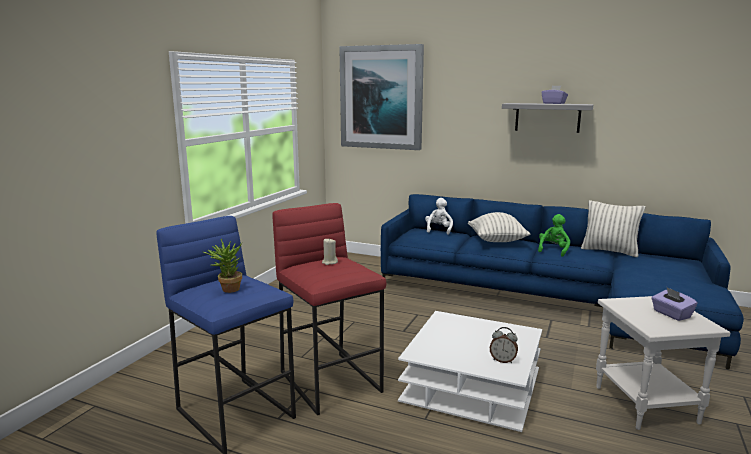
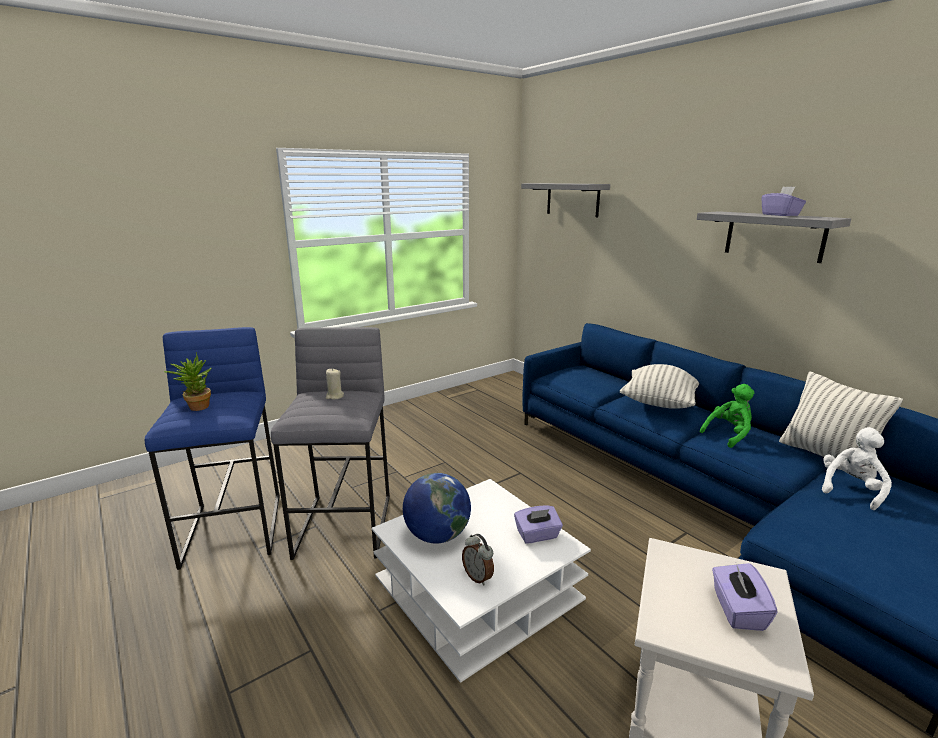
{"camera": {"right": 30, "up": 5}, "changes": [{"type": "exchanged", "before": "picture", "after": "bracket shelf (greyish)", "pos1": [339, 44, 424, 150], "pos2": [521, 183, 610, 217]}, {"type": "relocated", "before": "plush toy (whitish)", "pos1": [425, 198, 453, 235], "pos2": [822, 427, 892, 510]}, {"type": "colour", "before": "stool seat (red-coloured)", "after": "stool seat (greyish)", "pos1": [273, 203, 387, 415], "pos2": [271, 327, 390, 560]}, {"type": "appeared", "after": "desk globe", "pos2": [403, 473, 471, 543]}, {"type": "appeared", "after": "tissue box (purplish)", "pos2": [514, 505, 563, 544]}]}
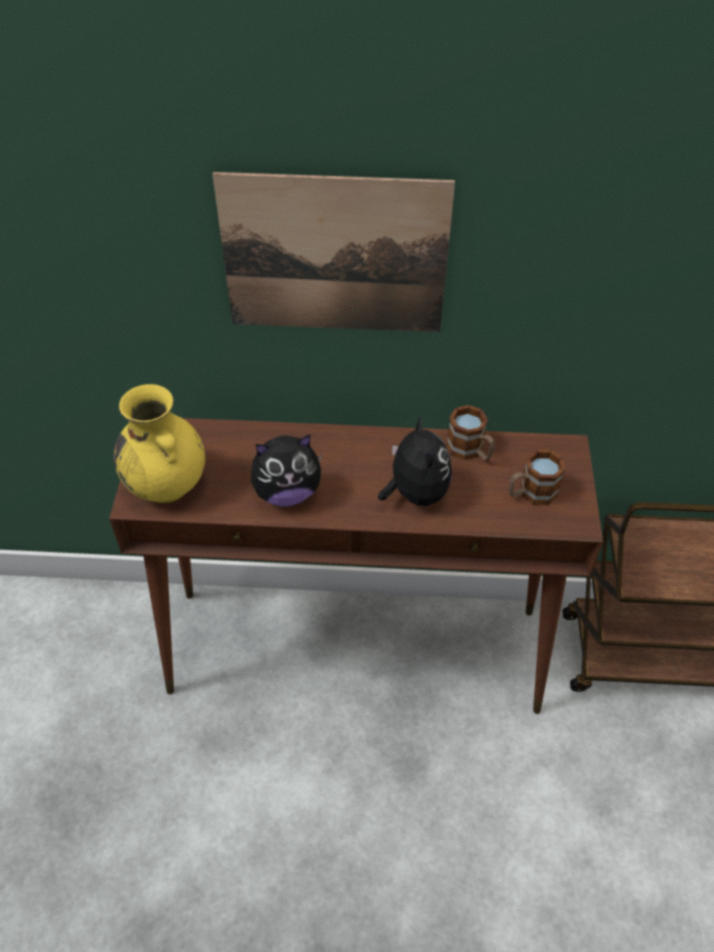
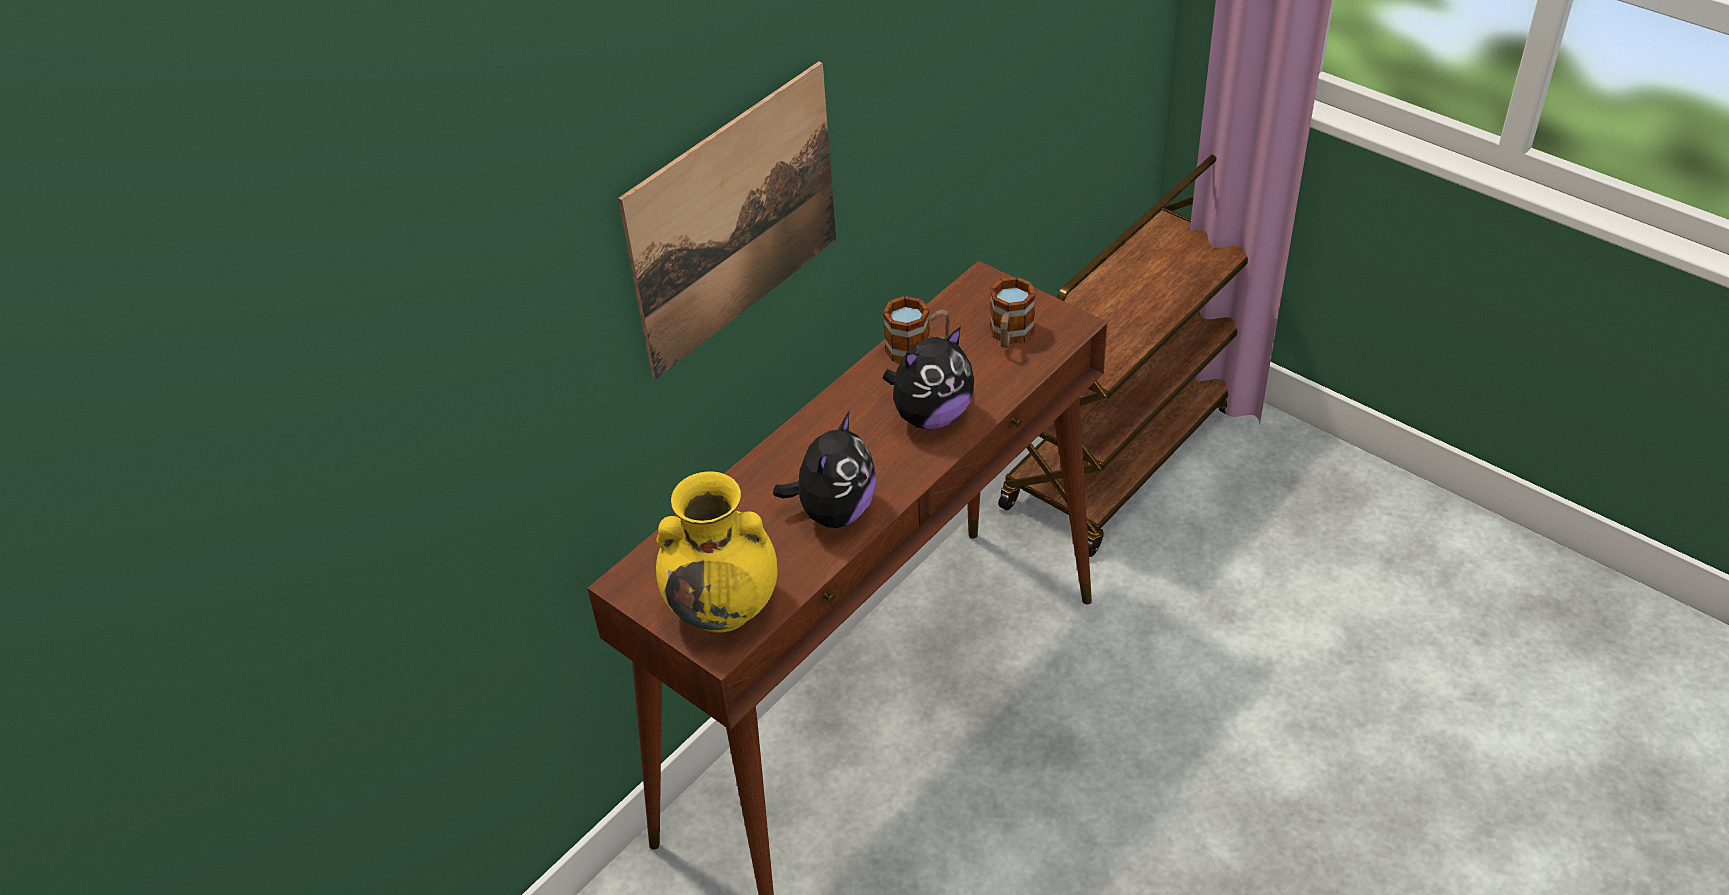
{"camera": {"right": -50, "up": -5}, "changes": [{"type": "spun", "before": "plush toy", "pos1": [378, 414, 452, 506], "pos2": [883, 326, 974, 429], "turn": 120}]}
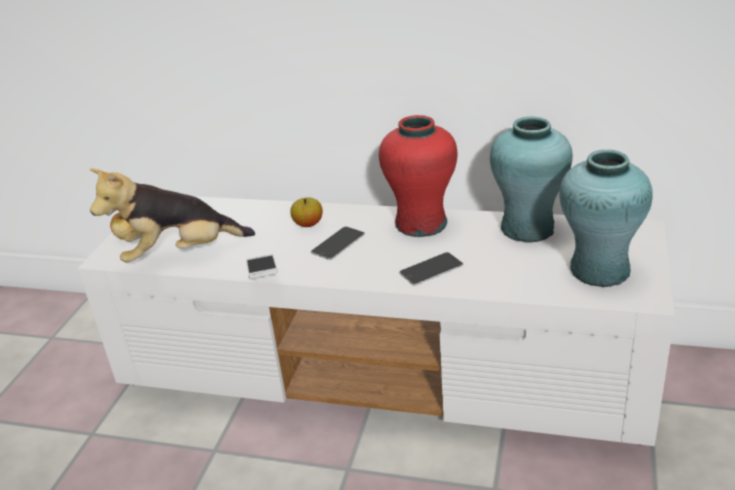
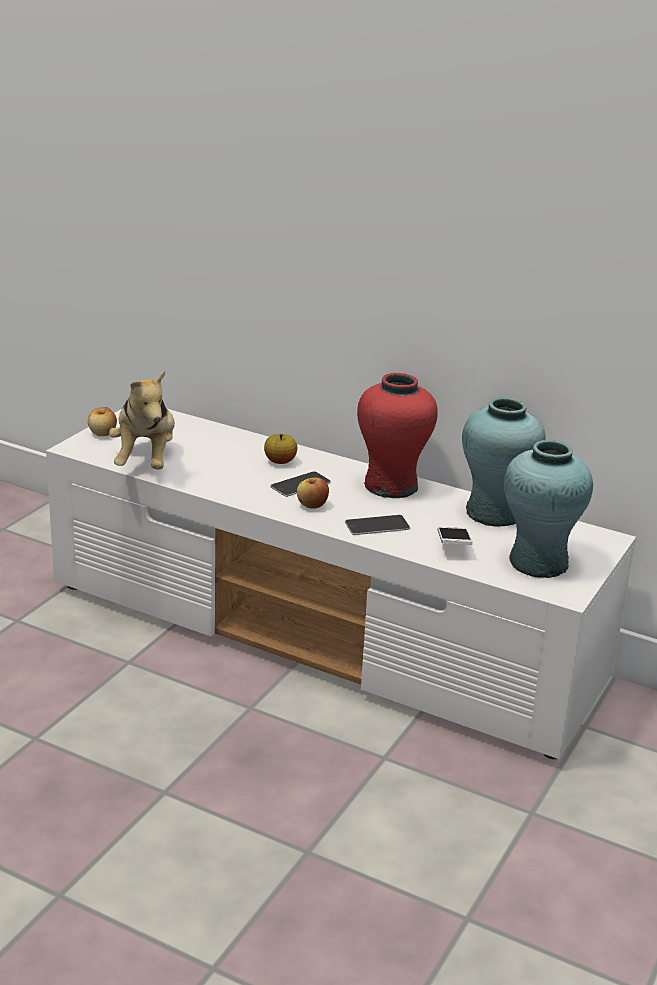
{"camera": {"right": 10, "up": -5}, "changes": [{"type": "spun", "before": "plush toy", "pos1": [90, 169, 255, 263], "pos2": [109, 371, 175, 470], "turn": -90}, {"type": "relocated", "before": "handset", "pos1": [246, 254, 278, 278], "pos2": [438, 527, 472, 545]}, {"type": "appeared", "after": "apple", "pos2": [297, 478, 329, 509]}]}
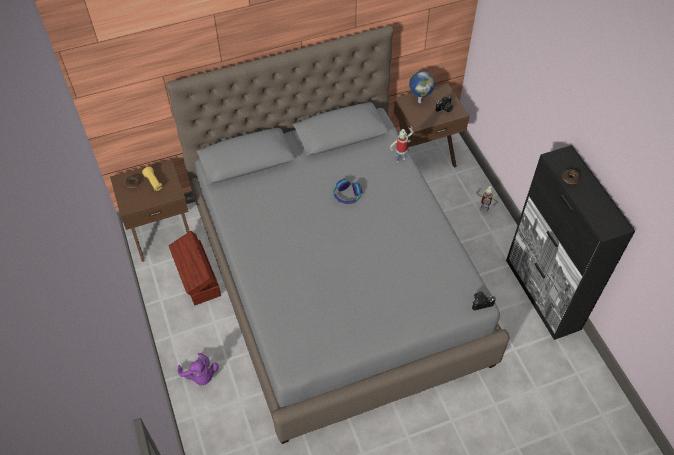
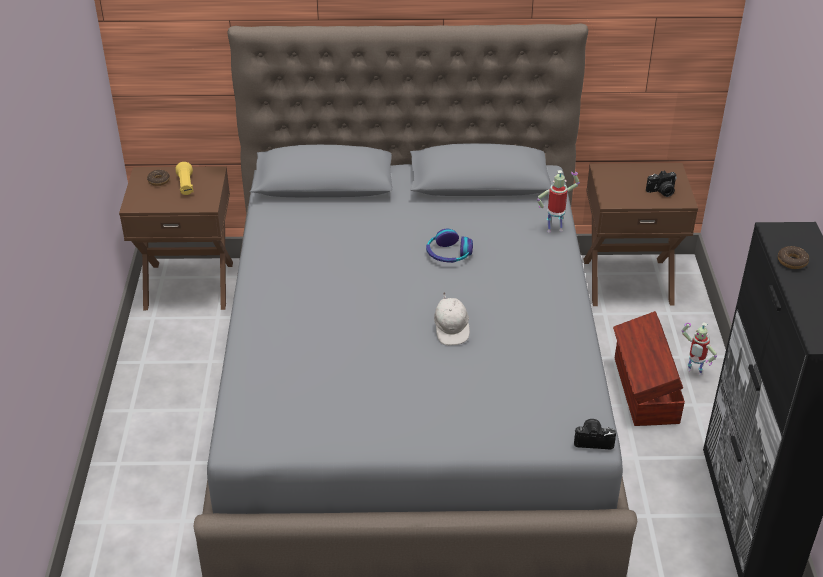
{"camera": {"right": 20, "up": -15}, "changes": [{"type": "missing", "before": "desk globe", "pos1": [409, 71, 435, 103]}, {"type": "relocated", "before": "storage container (brown)", "pos1": [169, 231, 221, 305], "pos2": [613, 311, 685, 426]}, {"type": "missing", "before": "plush toy (purplish)", "pos1": [178, 353, 219, 385]}, {"type": "appeared", "after": "peaked cap (whitish)", "pos2": [434, 292, 470, 346]}]}
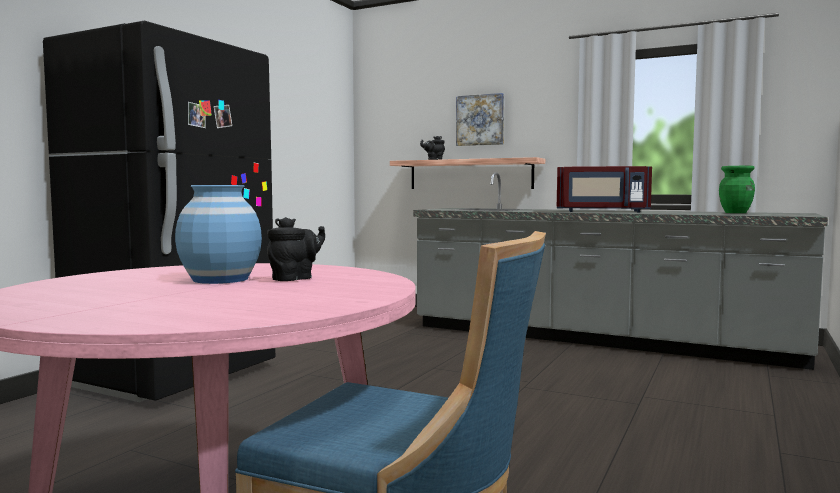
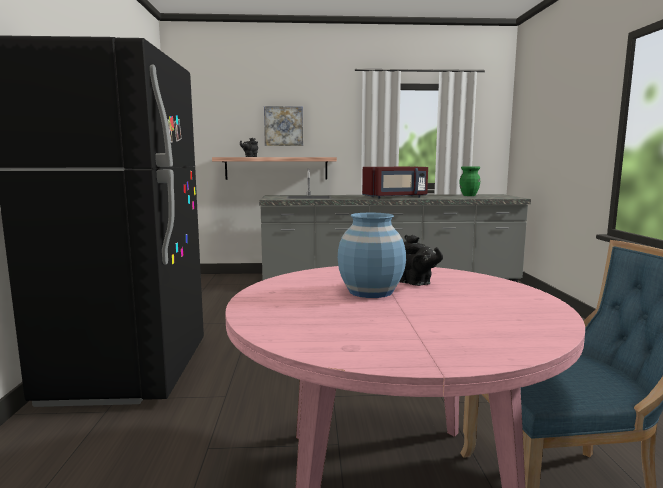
{"camera": {"right": -30, "up": 5}, "changes": [{"type": "spun", "before": "tea pot (black)", "pos1": [267, 217, 325, 281], "pos2": [399, 235, 443, 286], "turn": 120}]}
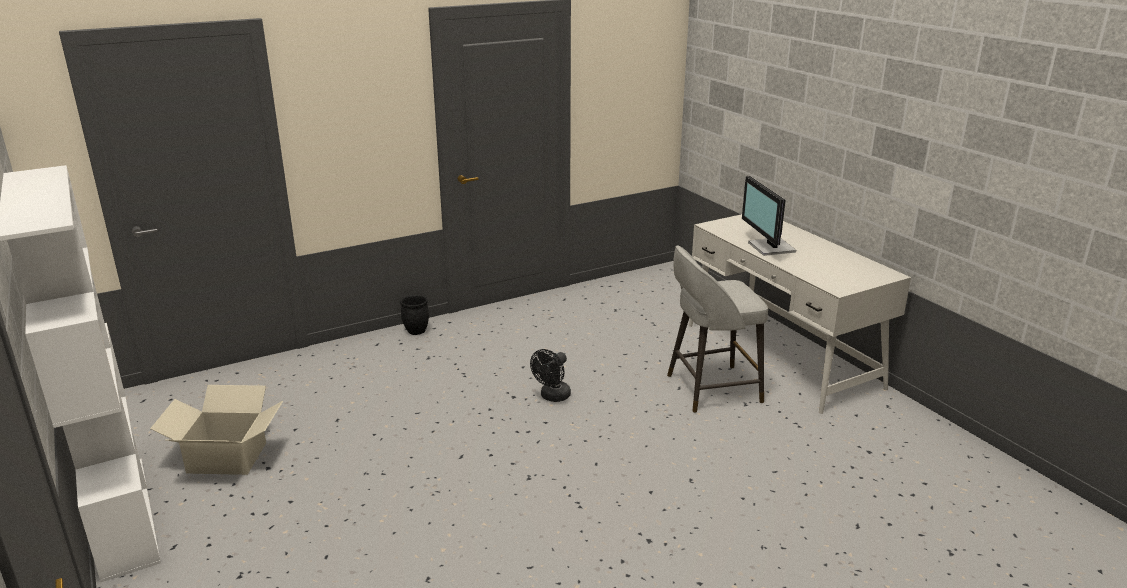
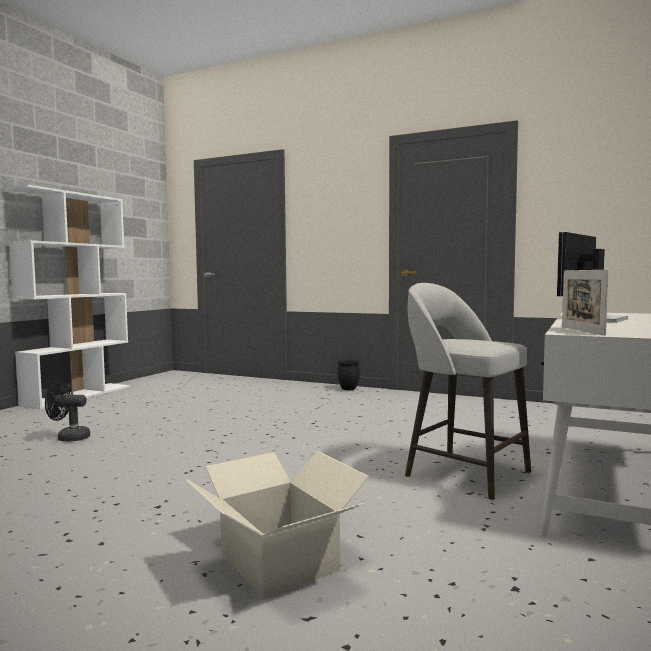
{"camera": {"right": 55, "up": -20}, "changes": [{"type": "relocated", "before": "fan (black)", "pos1": [530, 349, 571, 402], "pos2": [45, 382, 90, 441]}, {"type": "relocated", "before": "carton", "pos1": [150, 385, 283, 475], "pos2": [185, 451, 369, 598]}, {"type": "appeared", "after": "standing frame", "pos2": [562, 270, 609, 336]}]}
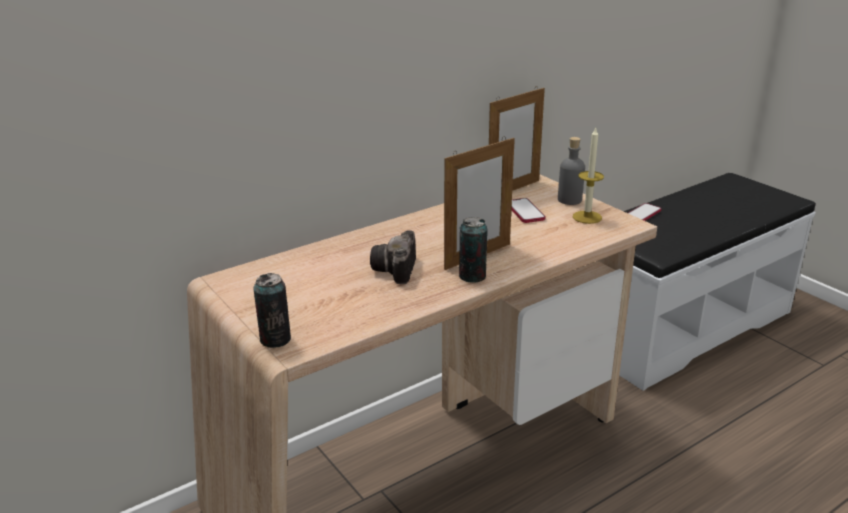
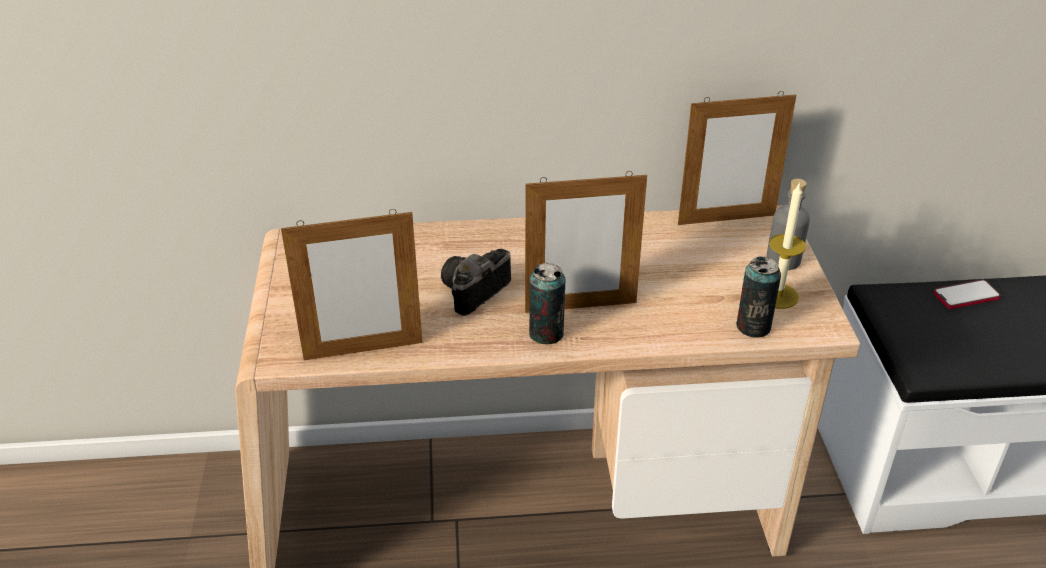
{"camera": {"right": 30, "up": 10}, "changes": [{"type": "missing", "before": "handset", "pos1": [511, 198, 546, 223]}, {"type": "relocated", "before": "sealed can", "pos1": [253, 273, 291, 348], "pos2": [736, 257, 781, 338]}, {"type": "appeared", "after": "standing frame", "pos2": [281, 209, 422, 360]}]}
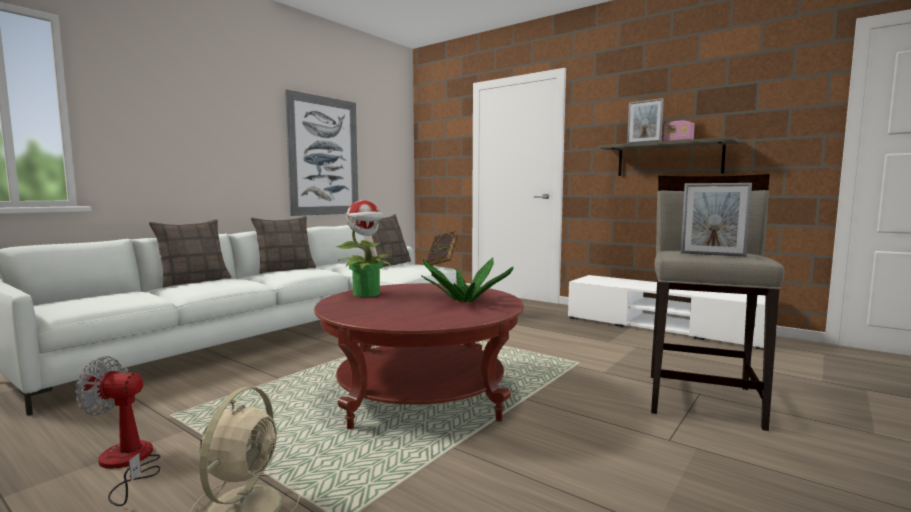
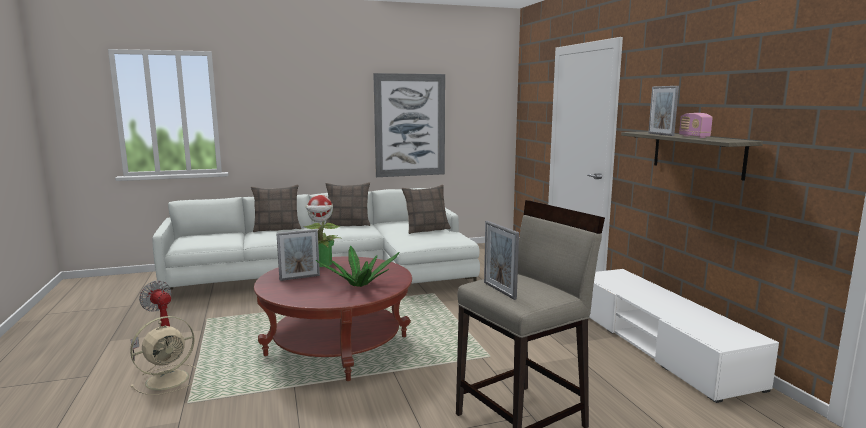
{"camera": {"right": 35, "up": 5}, "changes": [{"type": "missing", "before": "volume", "pos1": [427, 231, 458, 265]}, {"type": "appeared", "after": "standing frame", "pos2": [276, 229, 320, 281]}]}
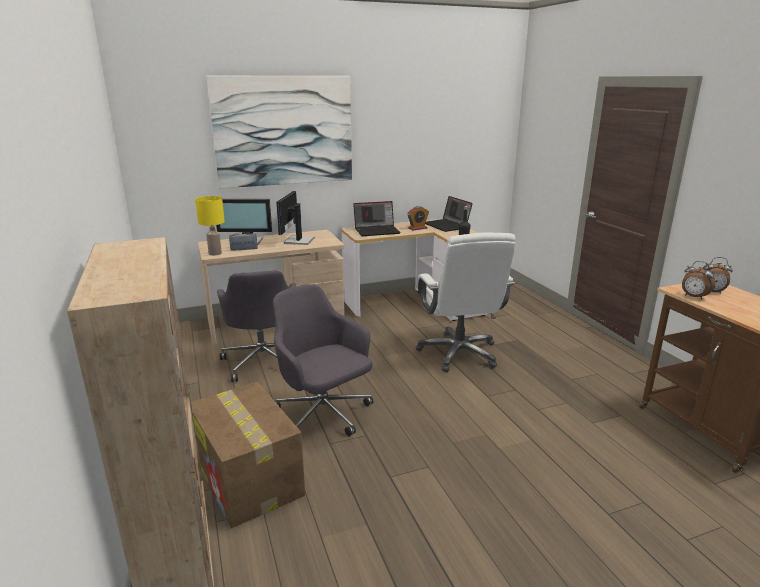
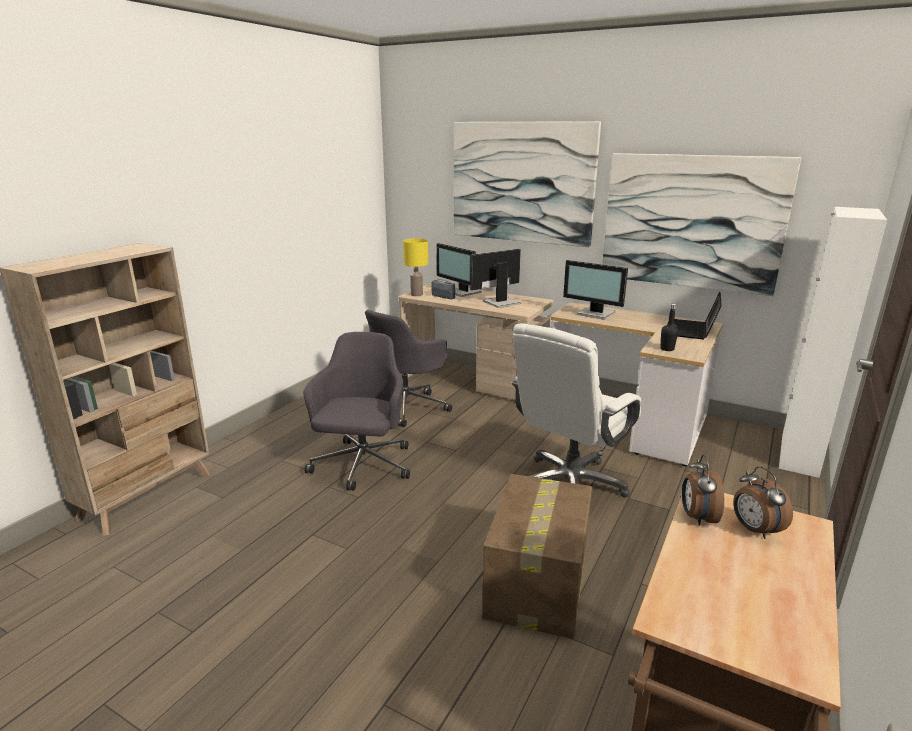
{"camera": {"right": 50, "up": 0}, "changes": [{"type": "exchanged", "before": "notebook computer", "after": "computer screen", "pos1": [353, 201, 401, 236], "pos2": [563, 260, 628, 320]}, {"type": "missing", "before": "alarm clock", "pos1": [407, 206, 429, 231]}, {"type": "relocated", "before": "carton", "pos1": [191, 382, 305, 528], "pos2": [482, 474, 592, 639]}, {"type": "appeared", "after": "picture", "pos2": [602, 153, 801, 296]}, {"type": "appeared", "after": "cupboard (whitish)", "pos2": [779, 207, 887, 478]}]}
